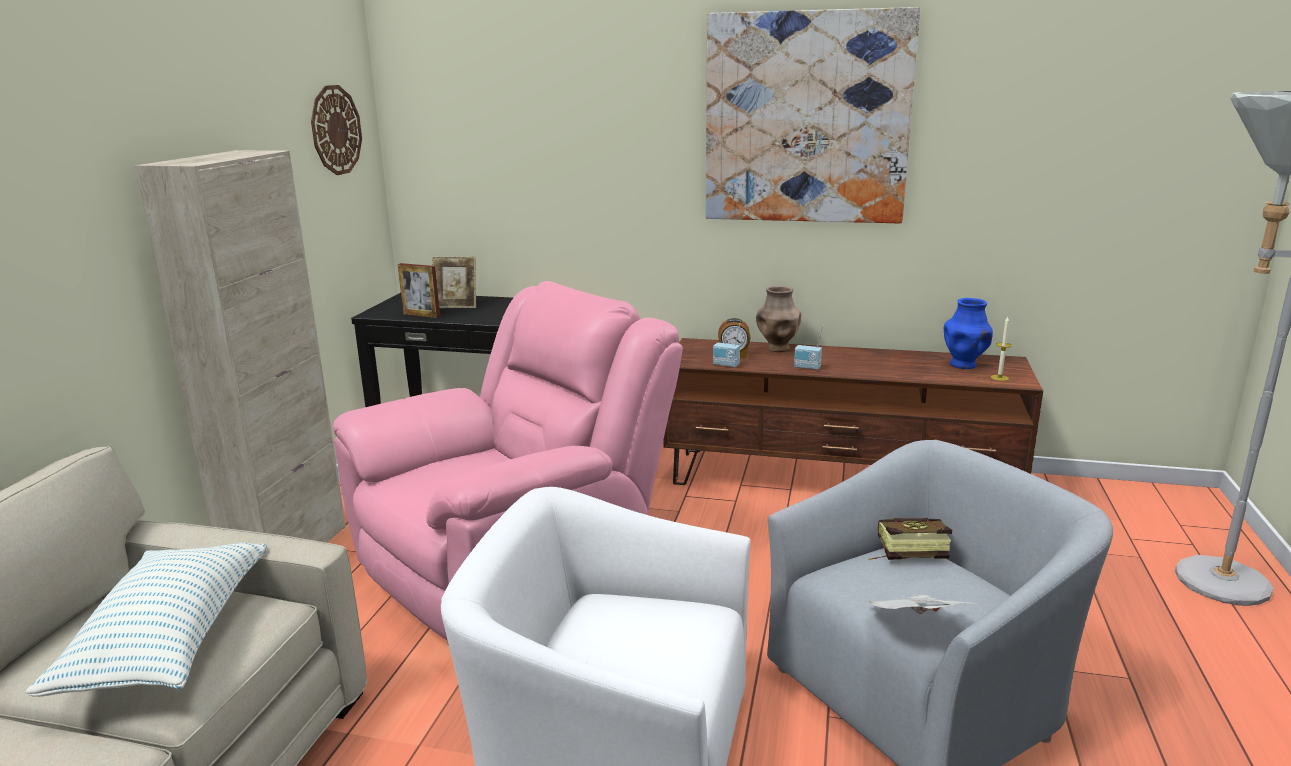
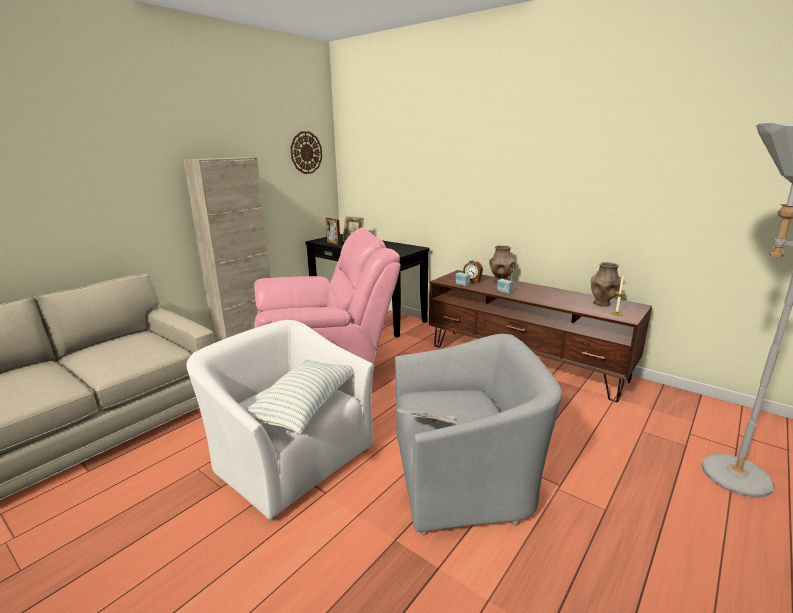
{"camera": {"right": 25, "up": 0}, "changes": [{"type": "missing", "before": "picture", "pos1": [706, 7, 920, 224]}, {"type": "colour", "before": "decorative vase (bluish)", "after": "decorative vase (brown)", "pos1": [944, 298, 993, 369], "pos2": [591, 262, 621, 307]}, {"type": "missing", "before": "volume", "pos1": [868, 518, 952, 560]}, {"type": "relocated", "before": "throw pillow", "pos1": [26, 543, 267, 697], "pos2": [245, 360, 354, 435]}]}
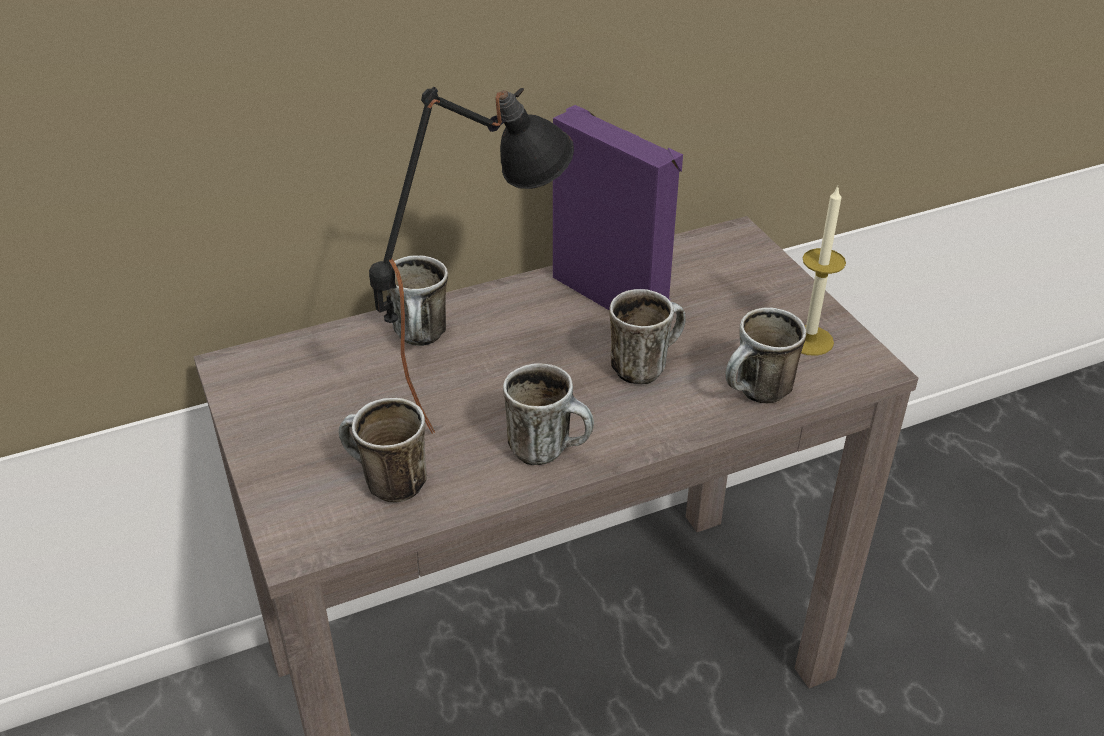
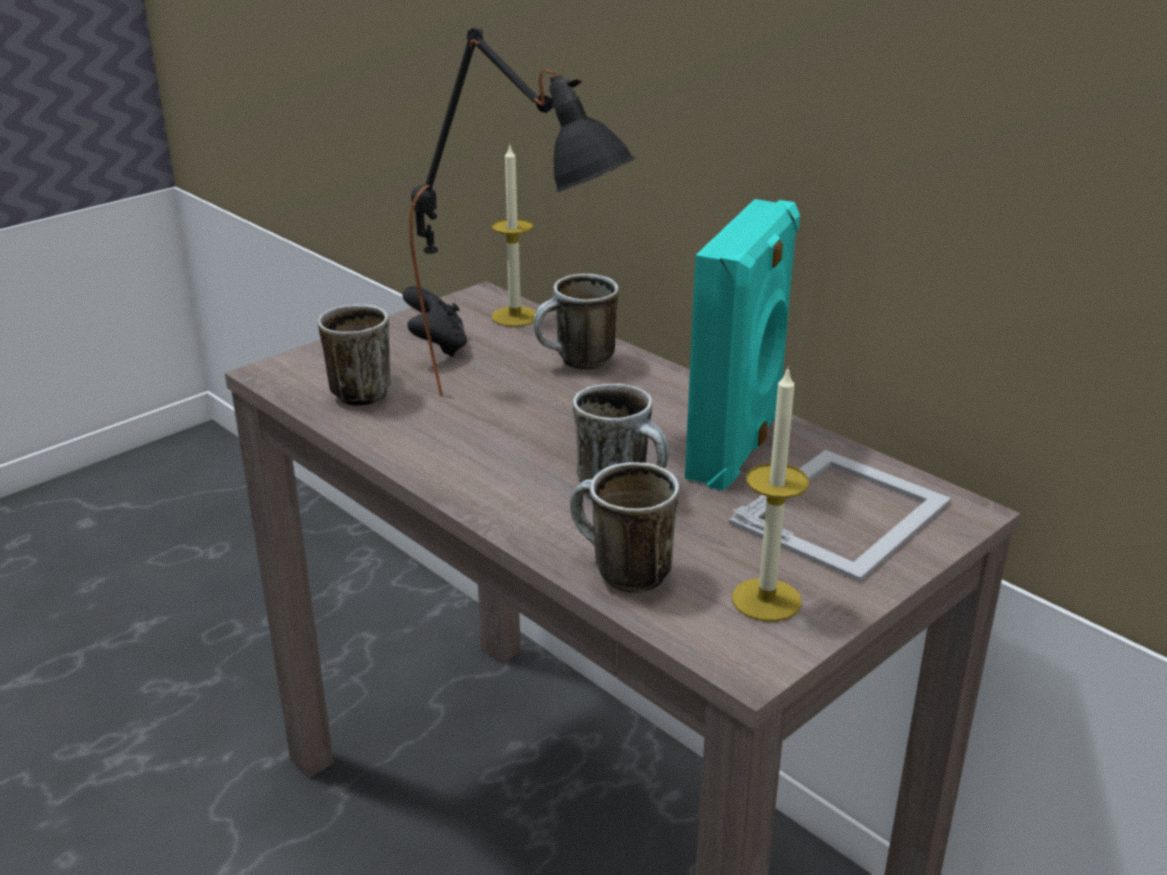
{"camera": {"right": 70, "up": -10}, "changes": [{"type": "colour", "before": "audio speaker (purplish)", "after": "audio speaker (turquoise)", "pos1": [553, 105, 683, 310], "pos2": [685, 199, 800, 491]}, {"type": "missing", "before": "tea mug", "pos1": [503, 363, 594, 465]}, {"type": "appeared", "after": "wax light", "pos2": [491, 143, 536, 327]}, {"type": "appeared", "after": "gamepad (black)", "pos2": [403, 286, 467, 357]}, {"type": "appeared", "after": "standing frame", "pos2": [729, 450, 951, 582]}]}
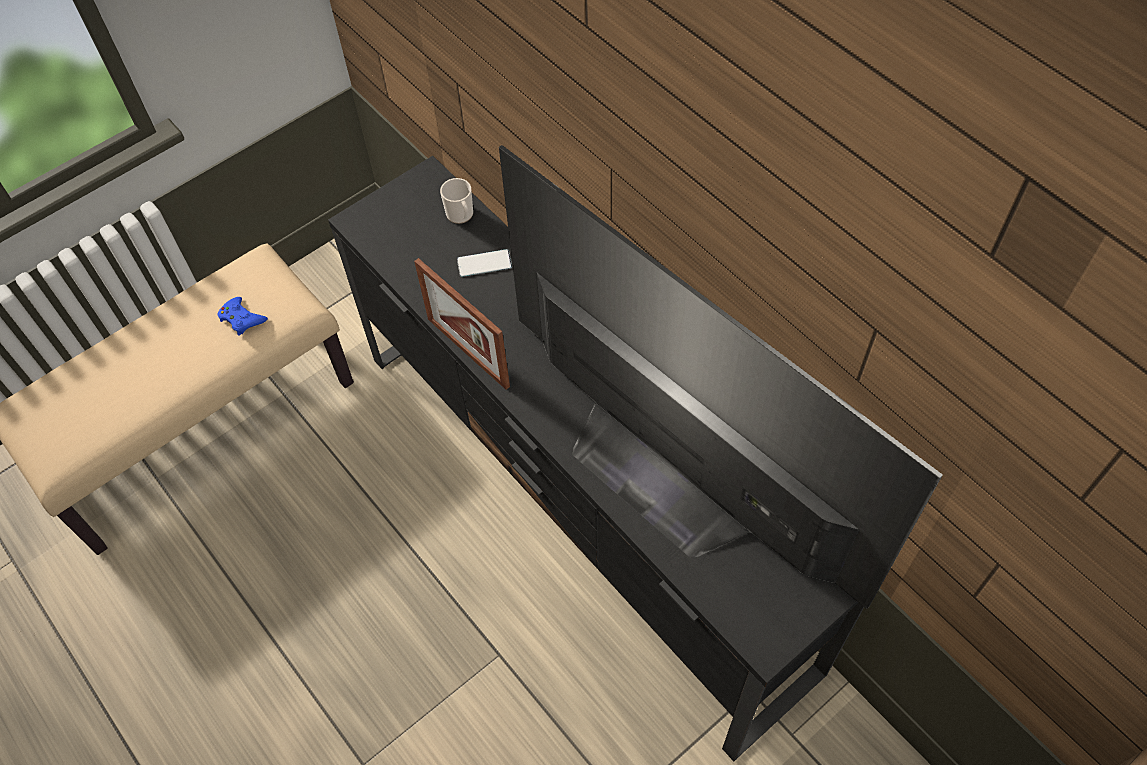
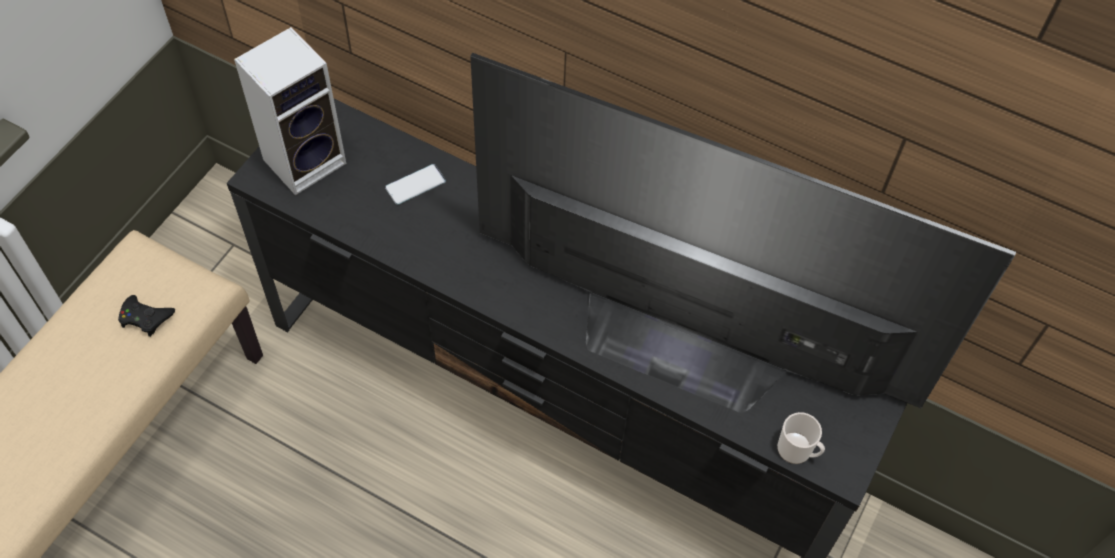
{"camera": {"right": -25, "up": 0}, "changes": [{"type": "relocated", "before": "tea mug", "pos1": [440, 178, 473, 224], "pos2": [777, 412, 825, 464]}, {"type": "missing", "before": "standing frame", "pos1": [414, 258, 510, 390]}, {"type": "colour", "before": "gamepad (bluish)", "after": "gamepad (black)", "pos1": [218, 297, 268, 336], "pos2": [118, 295, 175, 337]}, {"type": "appeared", "after": "audio speaker", "pos2": [234, 27, 346, 195]}]}
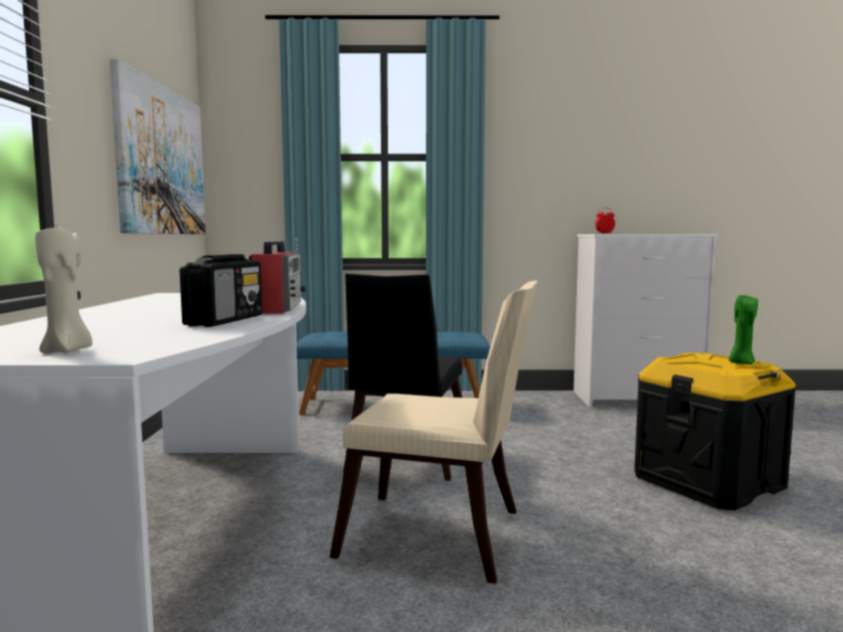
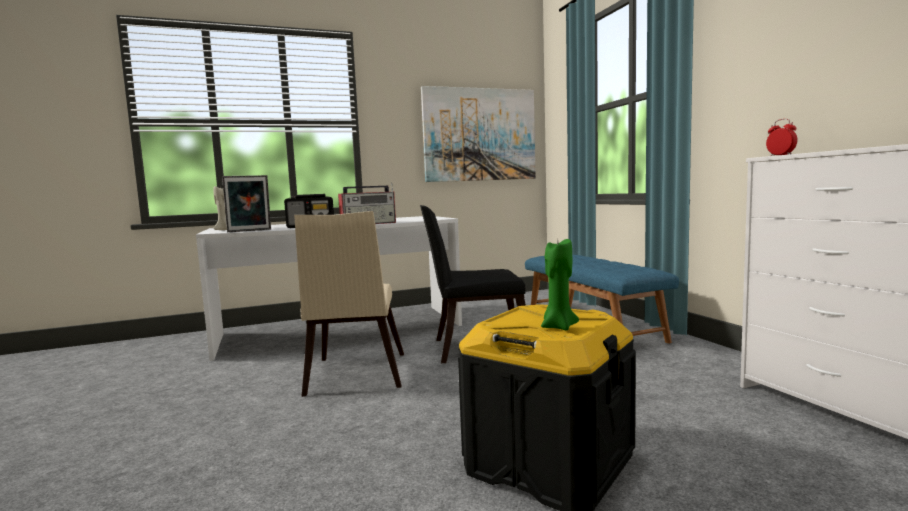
{"camera": {"right": 70, "up": 0}, "changes": [{"type": "appeared", "after": "standing frame", "pos2": [222, 175, 271, 232]}]}
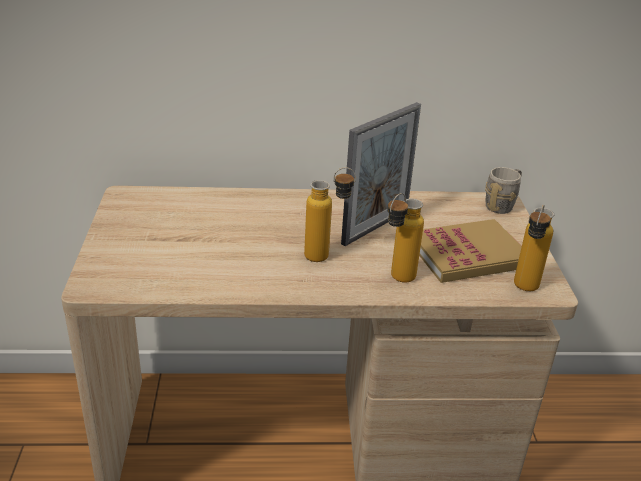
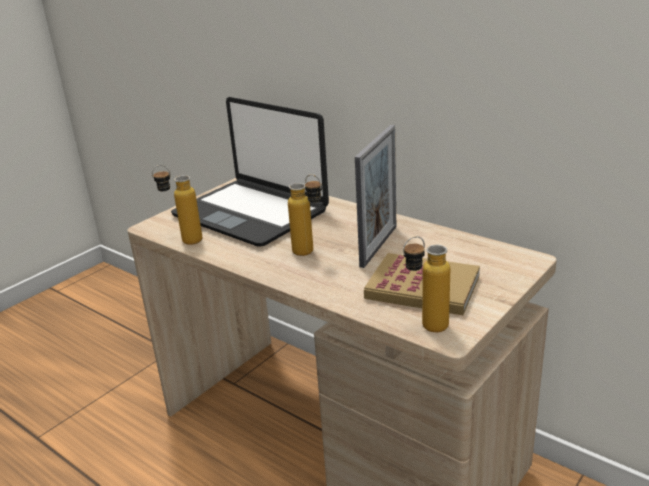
{"camera": {"right": 45, "up": -5}, "changes": [{"type": "spun", "before": "standing frame", "pos1": [341, 102, 421, 246], "pos2": [355, 125, 396, 268], "turn": -60}, {"type": "missing", "before": "tea mug (greyish)", "pos1": [485, 167, 522, 214]}, {"type": "relocated", "before": "beverage bottle", "pos1": [387, 193, 424, 283], "pos2": [152, 165, 202, 245]}, {"type": "appeared", "after": "notebook computer", "pos2": [171, 97, 329, 246]}]}
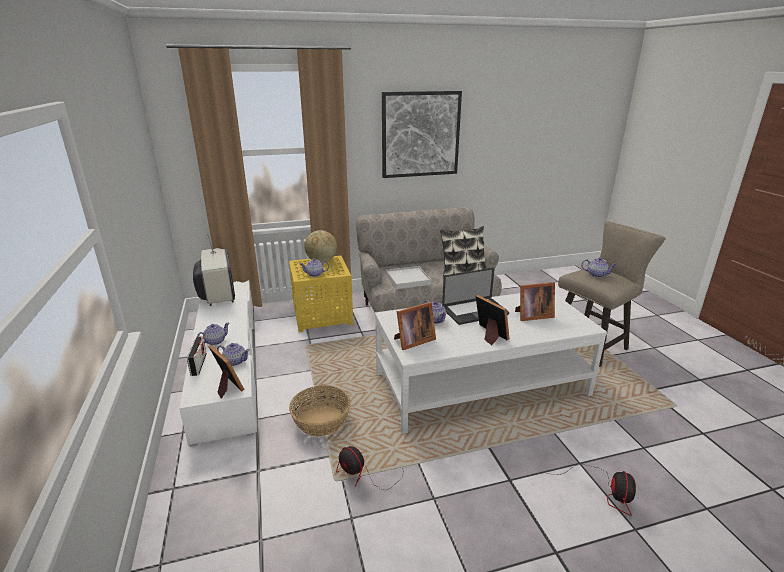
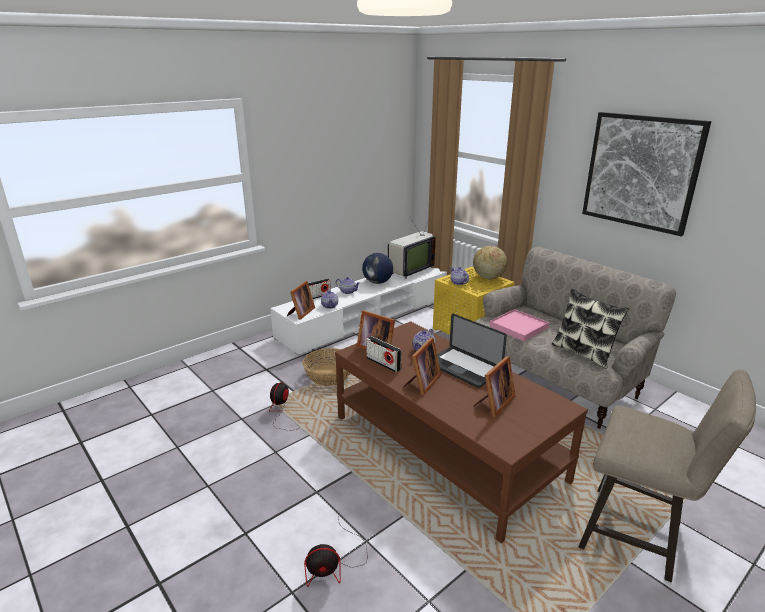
{"camera": {"right": 65, "up": 0}, "changes": [{"type": "missing", "before": "tea pot", "pos1": [581, 257, 617, 278]}, {"type": "colour", "before": "tray (whitish)", "after": "tray (pink)", "pos1": [386, 266, 431, 289], "pos2": [489, 309, 549, 341]}, {"type": "spun", "before": "standing frame", "pos1": [515, 282, 555, 321], "pos2": [473, 356, 516, 417], "turn": -105}, {"type": "colour", "before": "coffee table (whitish)", "after": "coffee table (brown)", "pos1": [375, 293, 607, 434], "pos2": [335, 321, 588, 543]}, {"type": "appeared", "after": "desk globe", "pos2": [362, 253, 393, 284]}, {"type": "appeared", "after": "radio receiver", "pos2": [366, 336, 401, 373]}]}
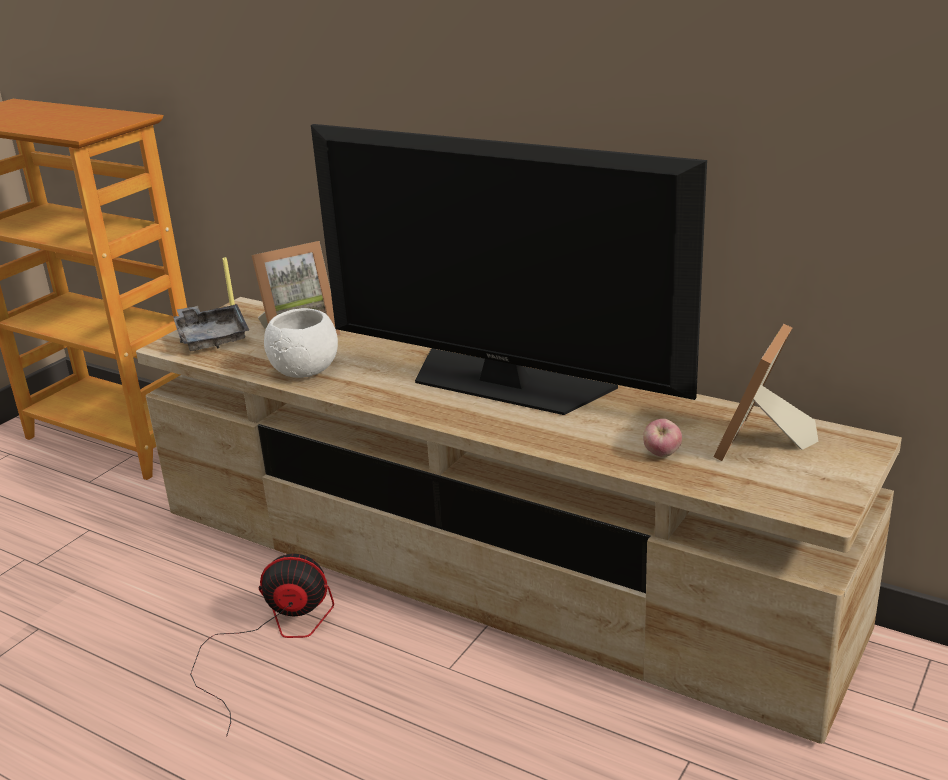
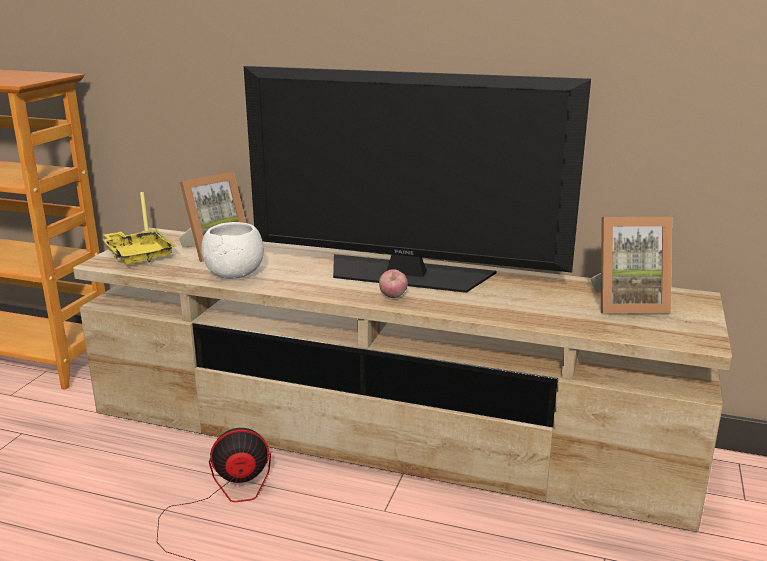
{"camera": {"right": -15, "up": -5}, "changes": [{"type": "colour", "before": "tray (greyish)", "after": "tray (yellowish)", "pos1": [173, 304, 249, 351], "pos2": [103, 229, 176, 265]}, {"type": "spun", "before": "standing frame", "pos1": [713, 324, 819, 461], "pos2": [591, 217, 672, 314], "turn": -105}, {"type": "relocated", "before": "apple", "pos1": [643, 419, 682, 457], "pos2": [379, 269, 408, 298]}]}
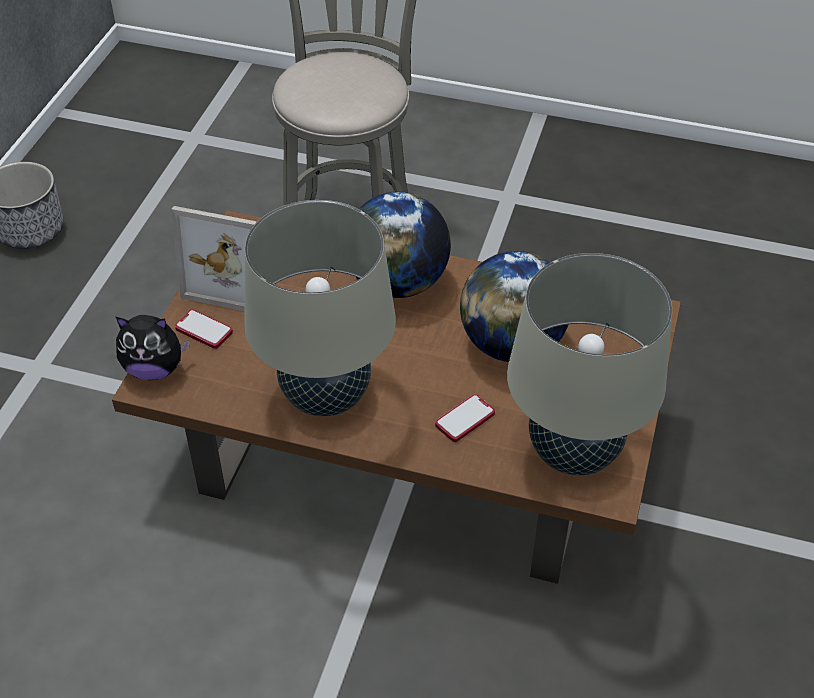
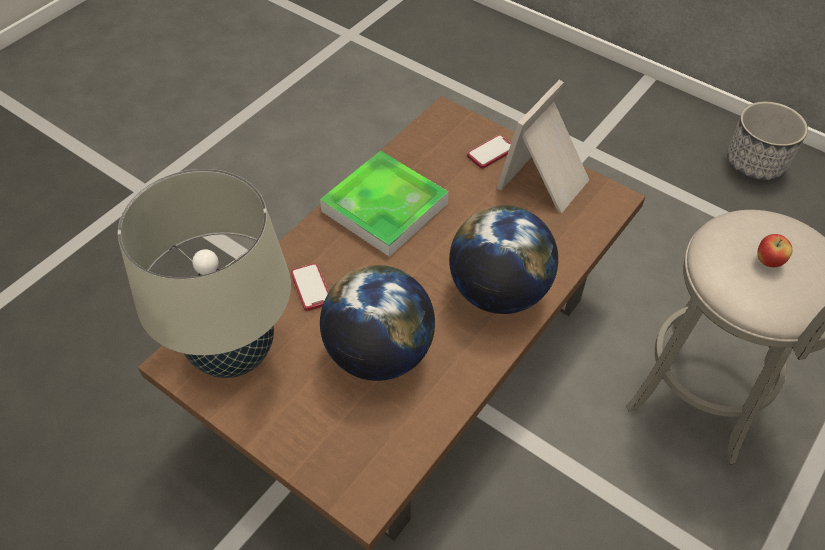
{"camera": {"right": 110, "up": 5}, "changes": [{"type": "exchanged", "before": "table lamp (sand-coloured)", "after": "tray", "pos1": [244, 200, 396, 416], "pos2": [320, 151, 449, 257]}, {"type": "missing", "before": "plush toy", "pos1": [116, 315, 190, 381]}, {"type": "appeared", "after": "apple", "pos2": [758, 234, 793, 267]}]}
